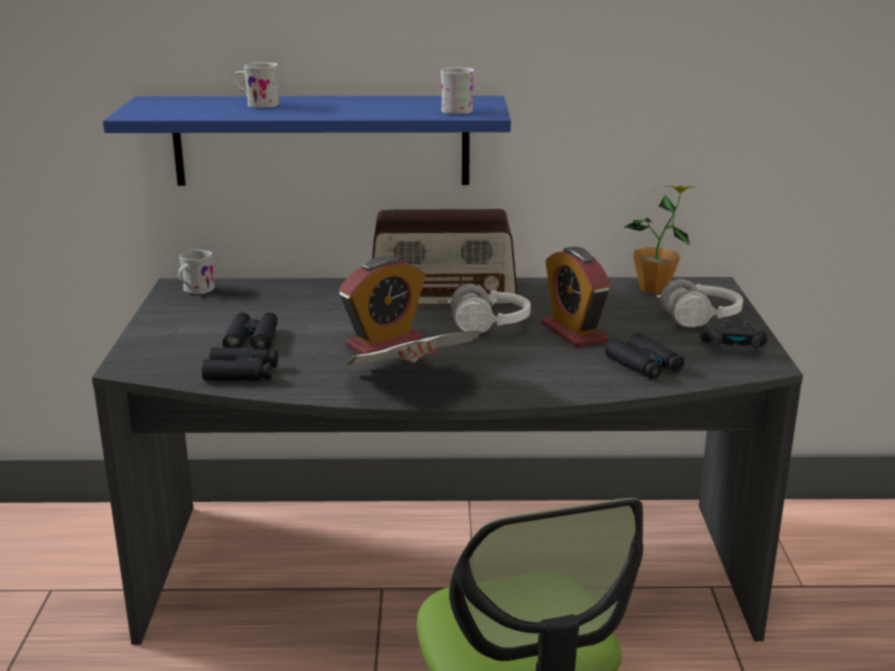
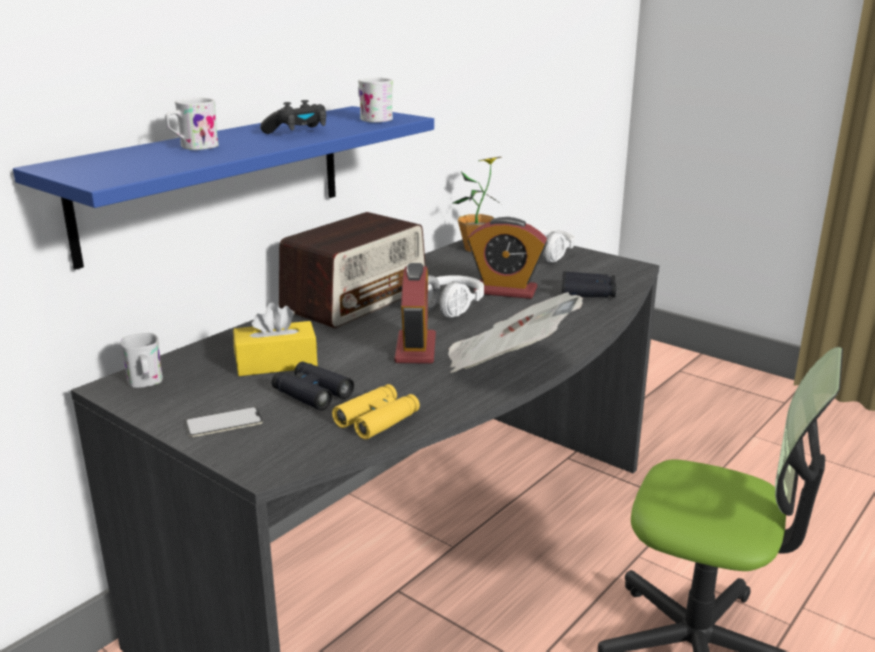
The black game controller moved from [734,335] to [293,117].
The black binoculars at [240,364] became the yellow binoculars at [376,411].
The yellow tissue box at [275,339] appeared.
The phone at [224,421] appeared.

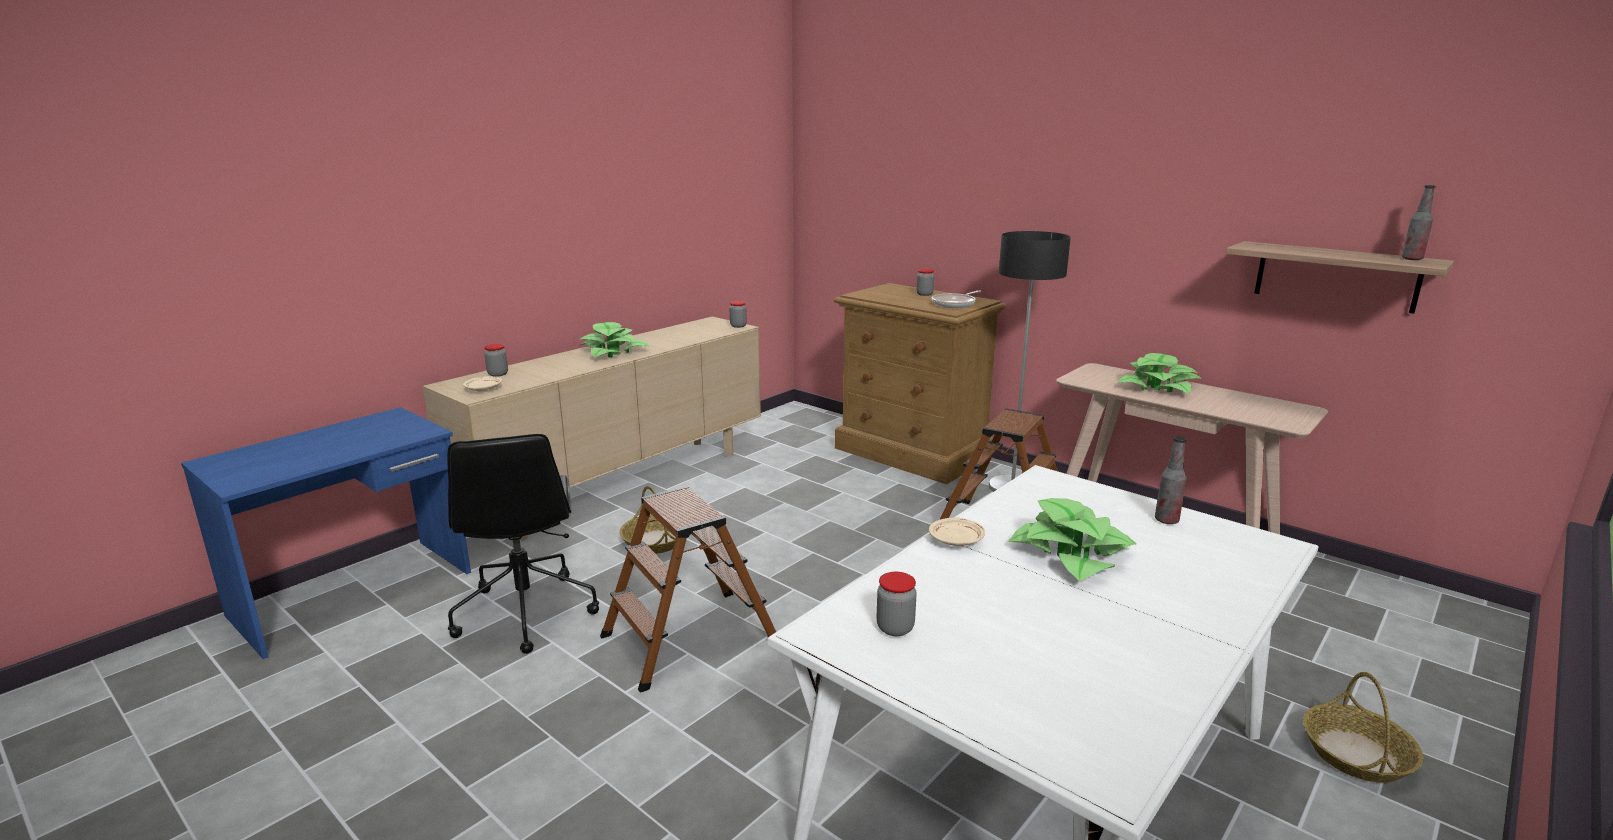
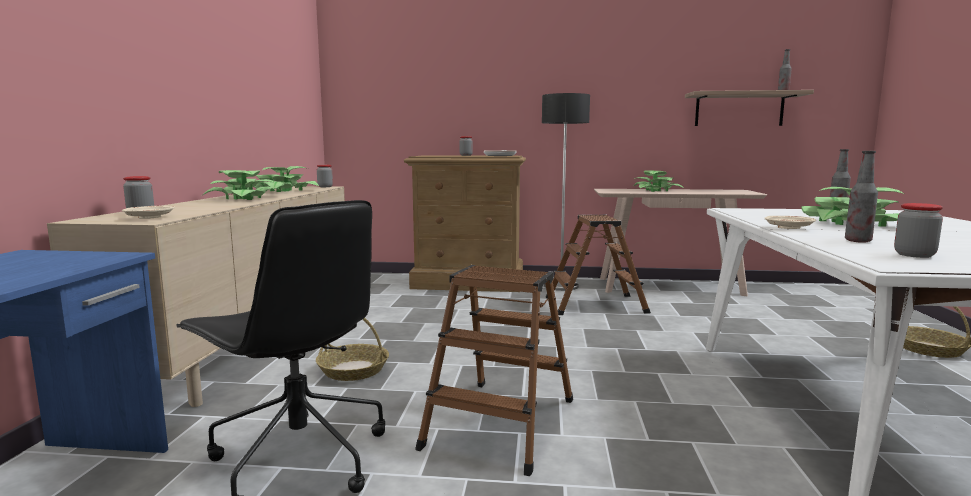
The bottle at [861,197] appeared.
The potted plant at [286,179] appeared.

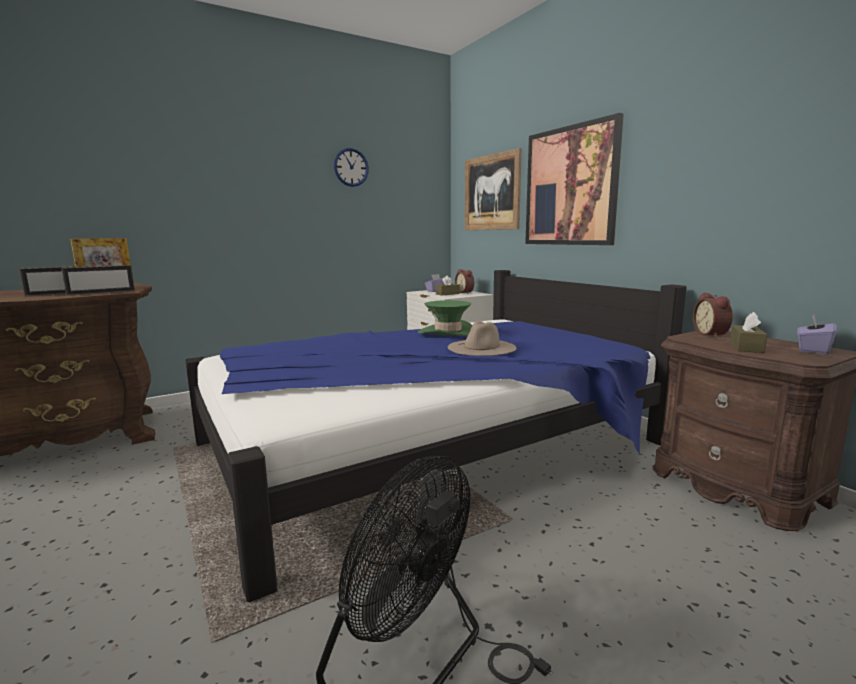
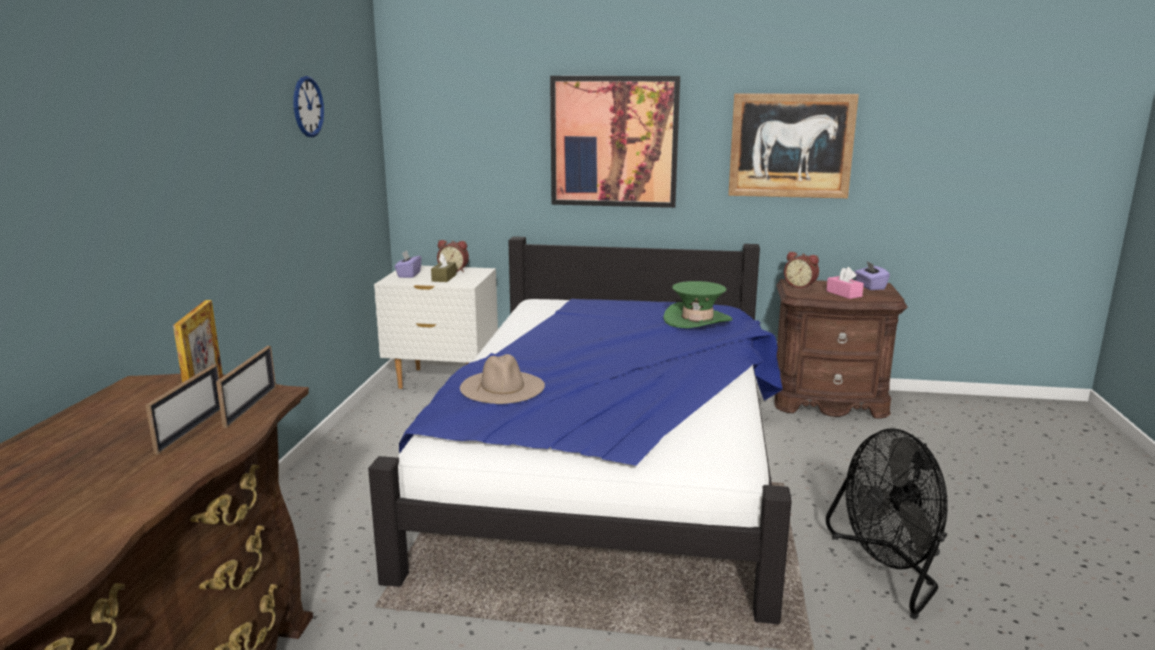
The picture moved from [493,189] to [793,145].
The green hat moved from [445,318] to [697,304].
The brown tissue box at [748,332] became the pink tissue box at [845,283].
The beige hat moved from [482,338] to [502,379].

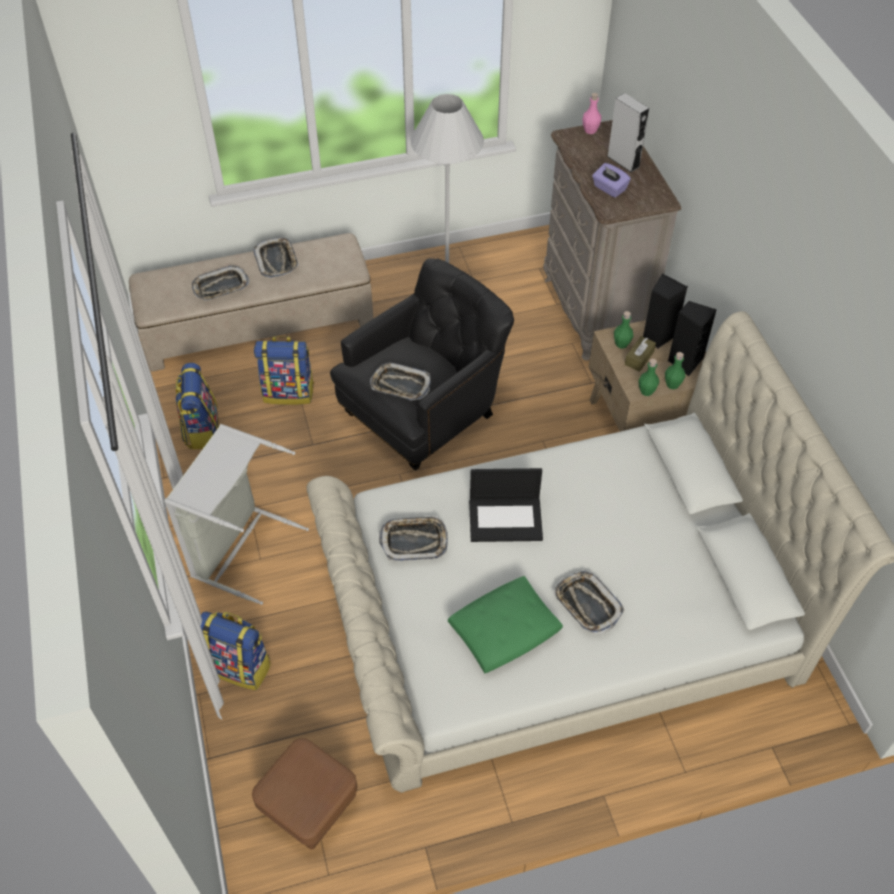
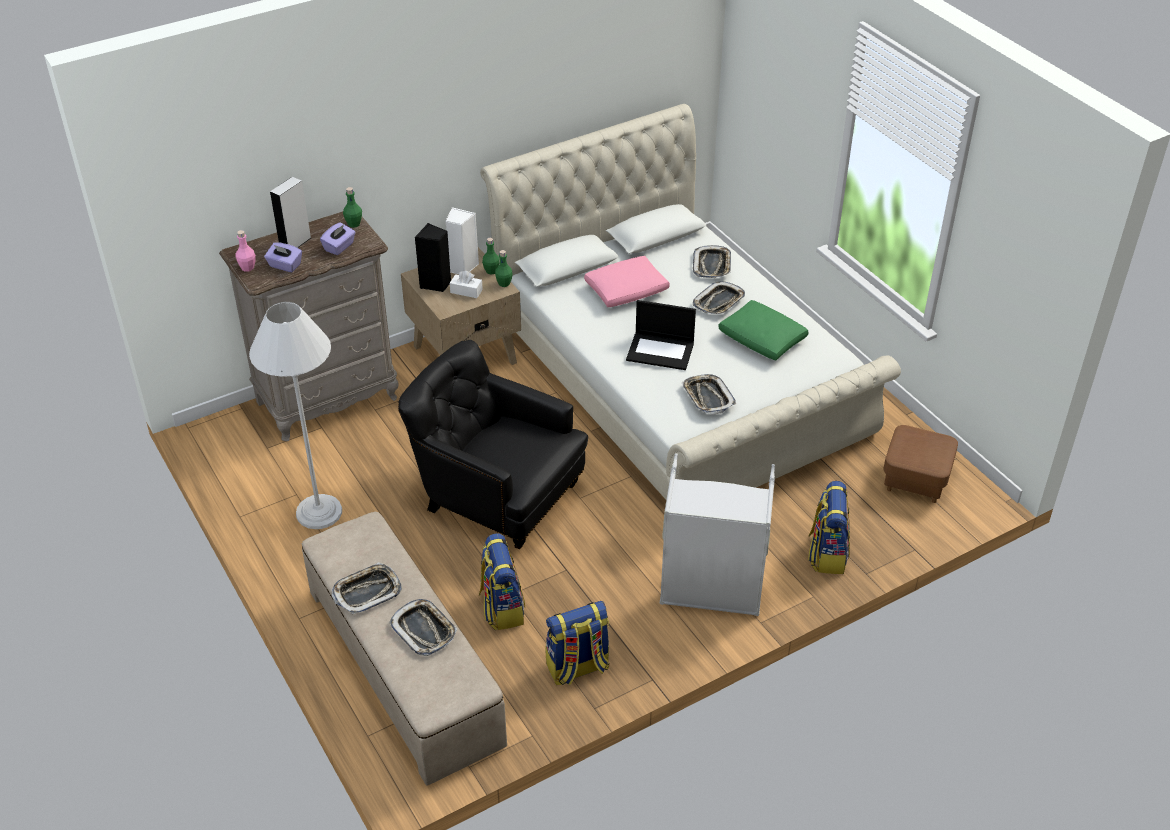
The black speaker at [692,338] became the white speaker at [462,240].
The green bottle moved from [623,330] to [352,207].
The brown tissue box at [640,354] became the white tissue box at [466,284].
The tray moved from [400,381] to [712,261].
The laptop at [506,505] turned 120 degrees clockwise.
The purple tissue box at [283,257] appeared.
The pink pillow at [627,281] appeared.

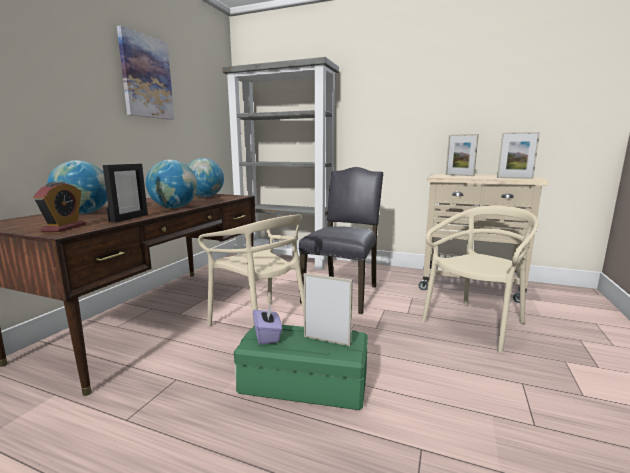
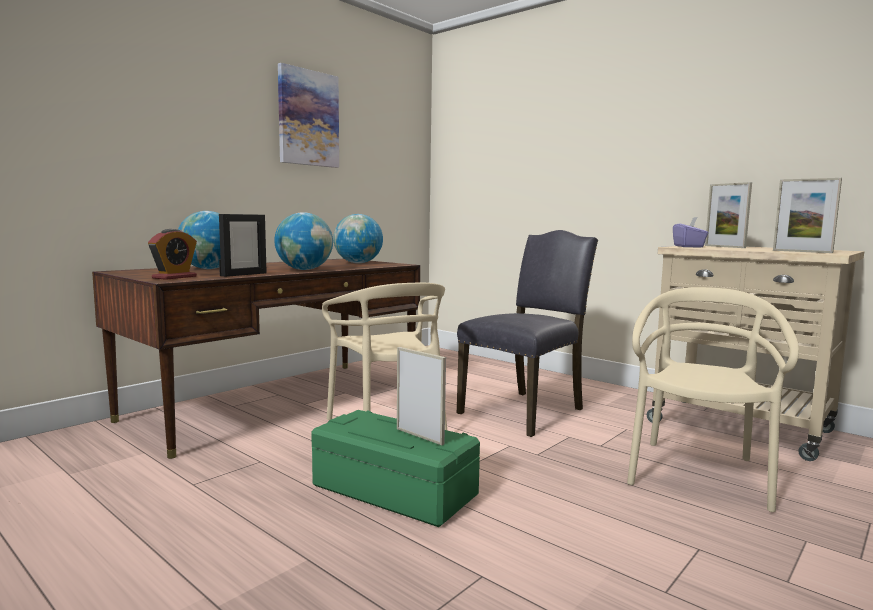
The grey bookcase at [280,163] disappeared.
The beige chair at [480,279] turned 45 degrees counterclockwise.
The purple tissue box moved from [267,325] to [691,232].

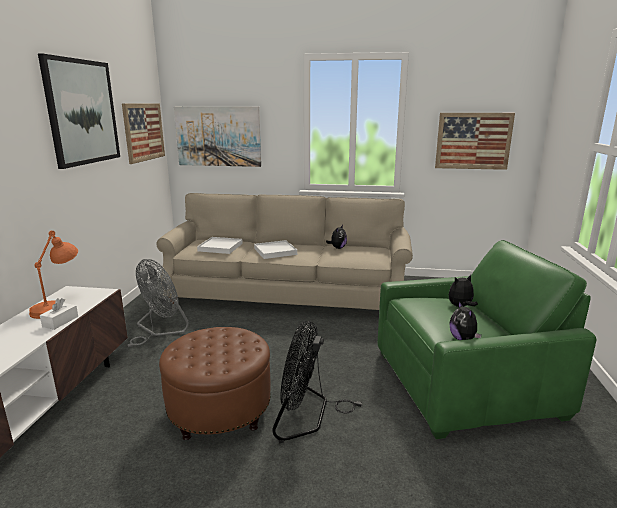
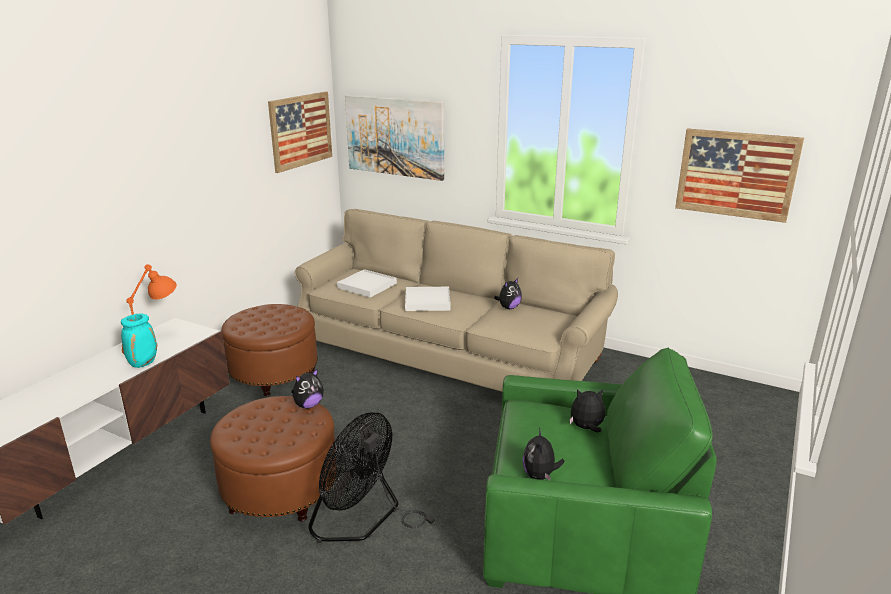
The picture at [79,111] disappeared.
The grey fan at [158,303] was replaced by the brown ottoman at [269,350].
The white tissue box at [59,314] was replaced by the turquoise vase at [139,341].
The plush toy at [307,388] appeared.

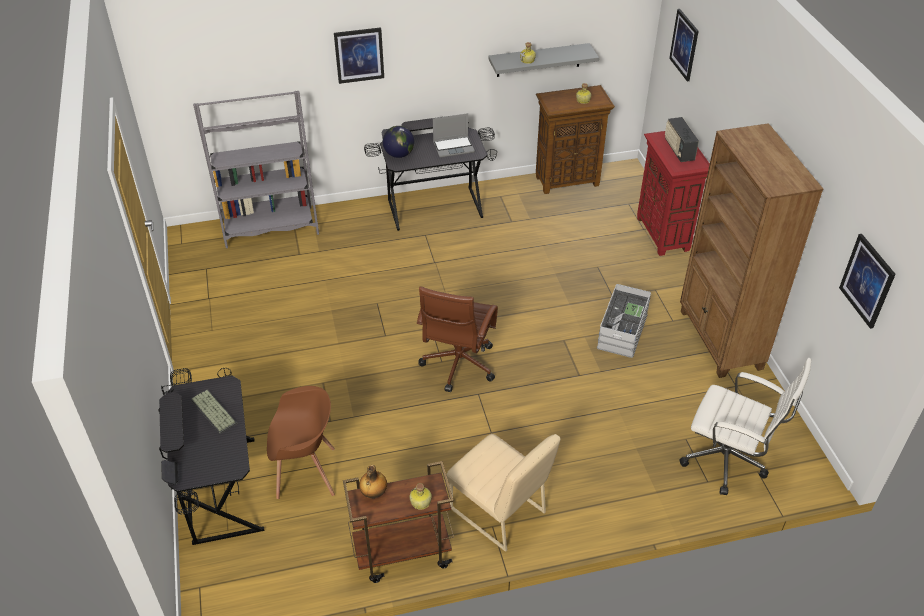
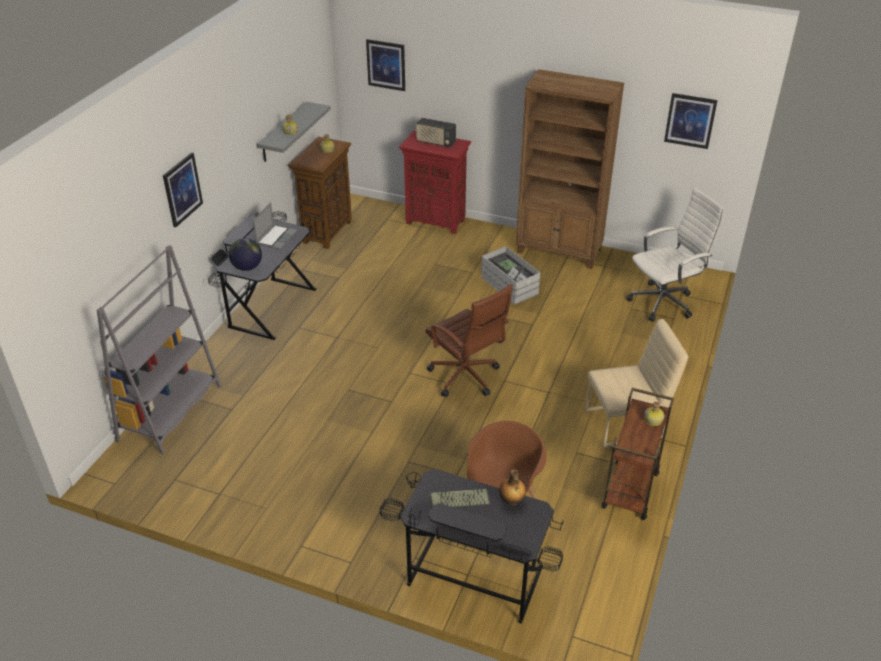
The bottle moved from [373,482] to [512,487].

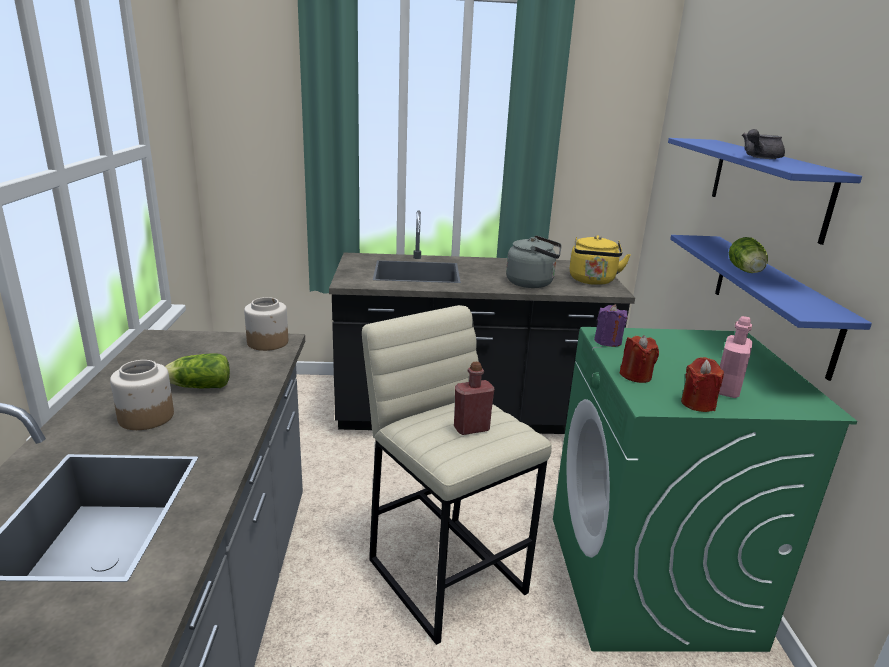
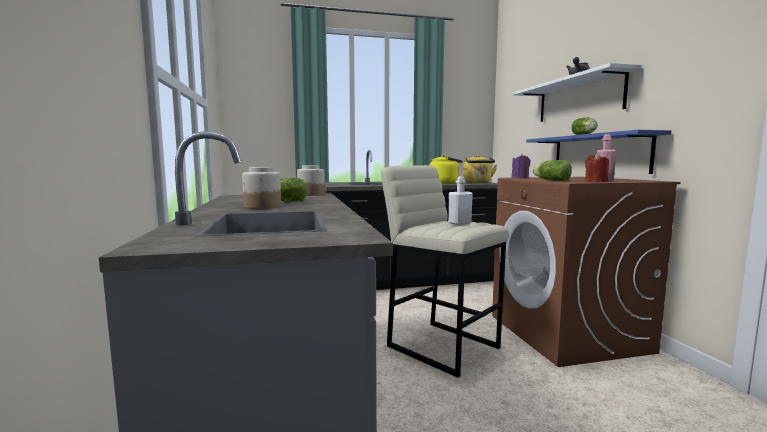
The blue shelf at [765,191] became the white shelf at [577,92].
The grey kettle at [534,261] became the yellow kettle at [446,169].
The green washing machine at [705,489] became the brown washing machine at [586,272].
The red candle at [639,359] was replaced by the lettuce at [552,170].
The red bottle at [474,398] became the white bottle at [460,200].

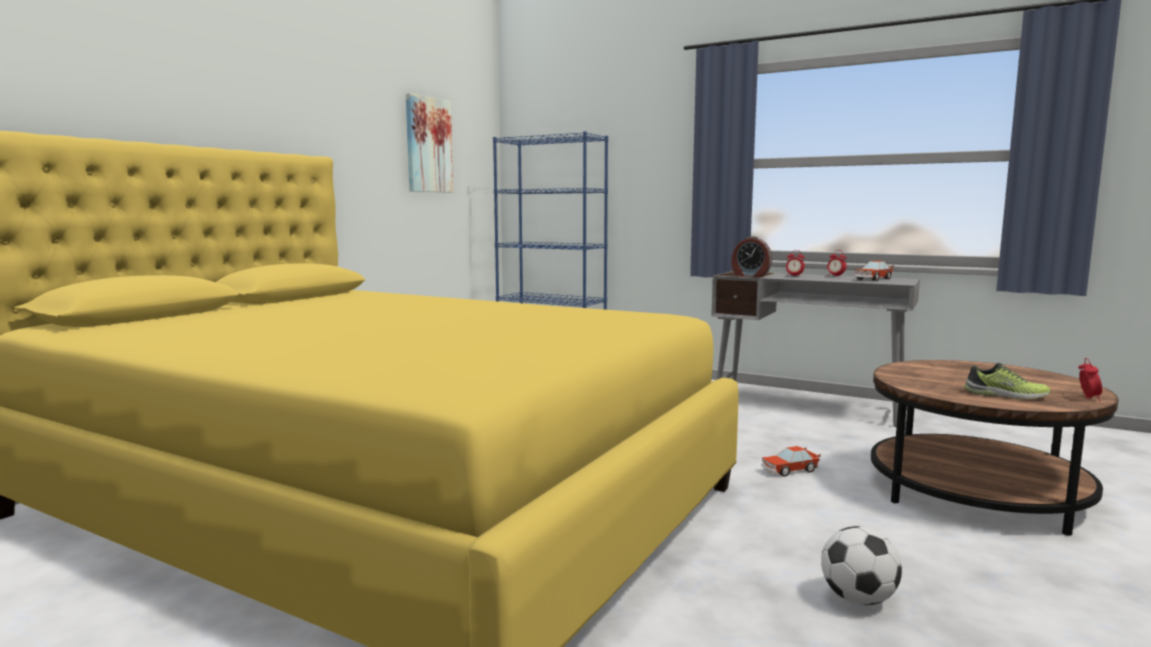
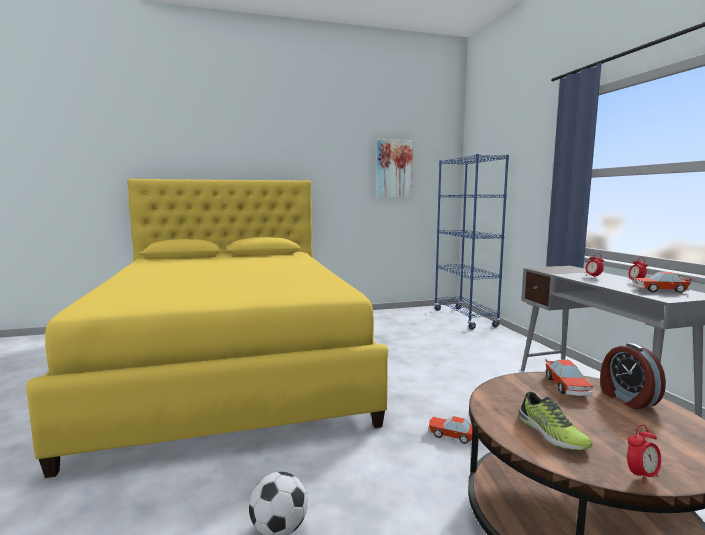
The alarm clock moved from [751,256] to [633,376].
The toy car at [569,377] appeared.

